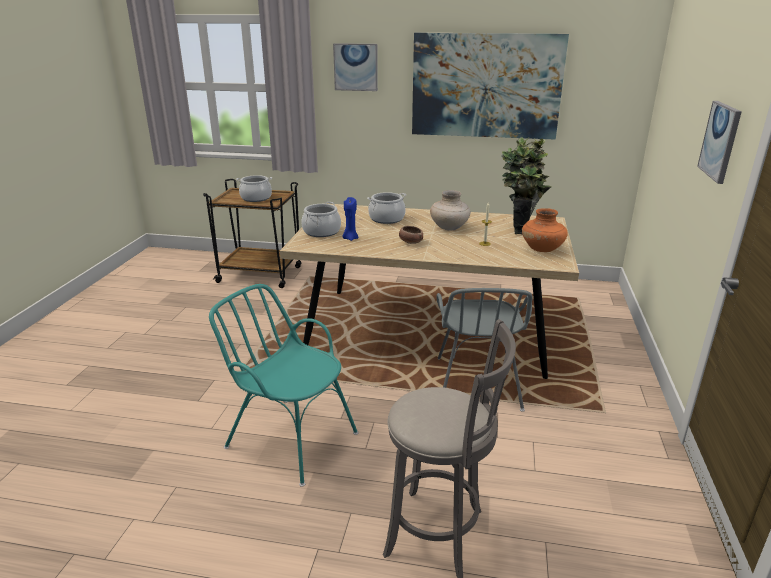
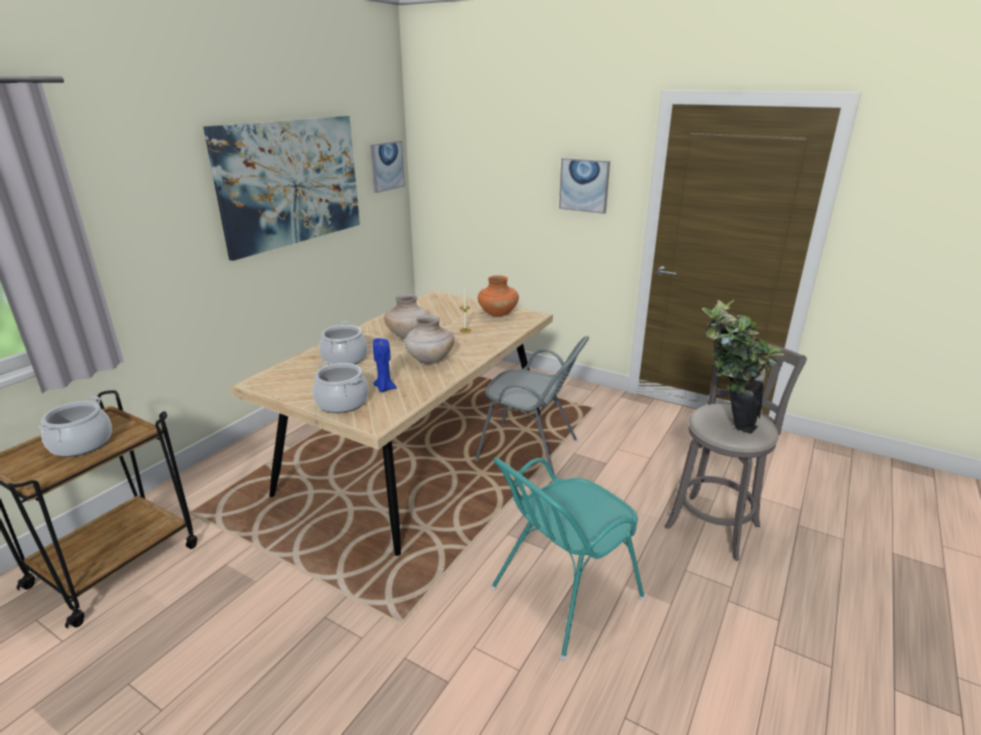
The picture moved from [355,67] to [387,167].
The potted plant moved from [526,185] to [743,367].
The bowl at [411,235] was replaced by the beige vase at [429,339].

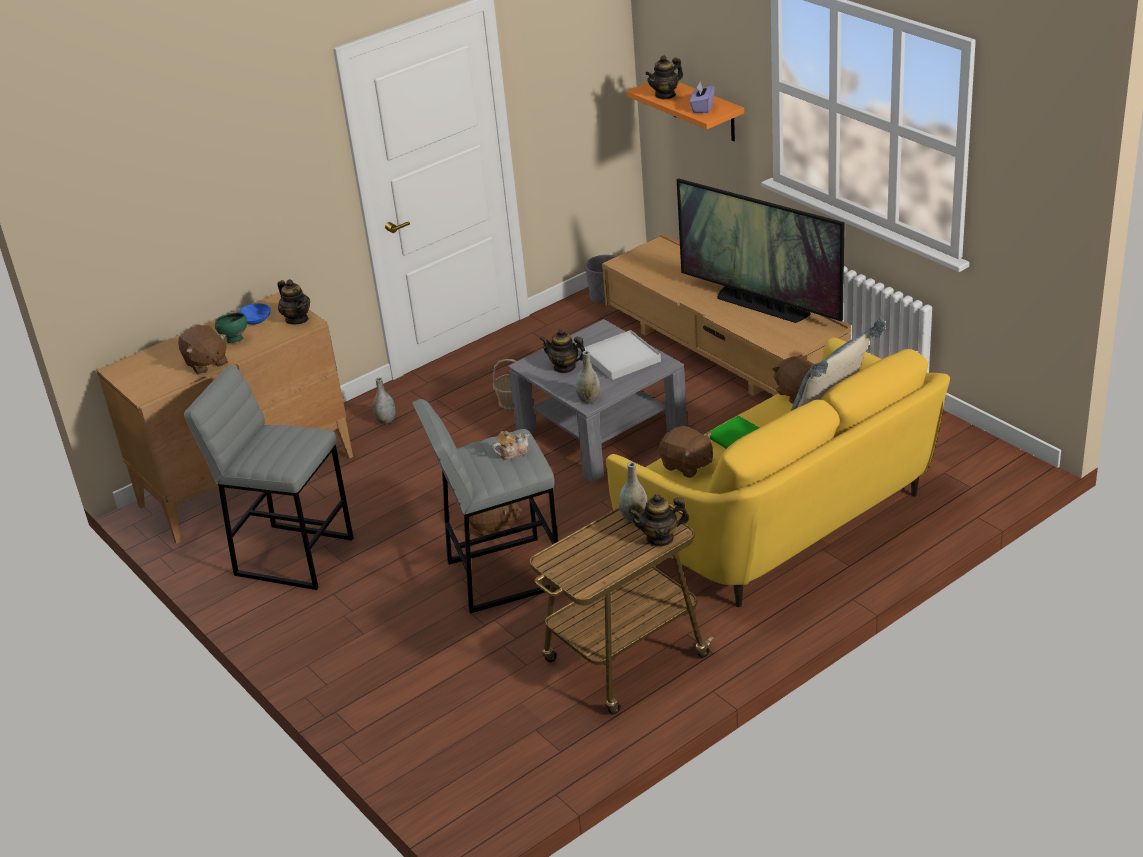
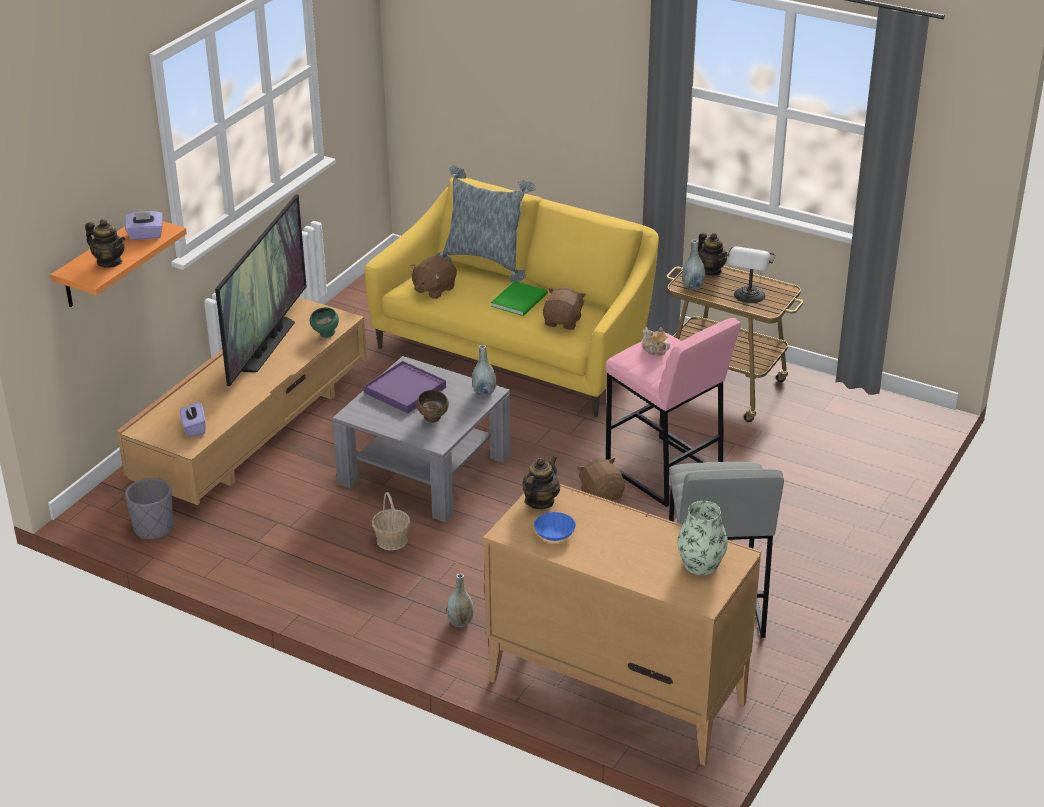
The green bowl moved from [231,328] to [324,322].
The brown plush toy at [203,350] disappeared.
The teapot at [562,351] was replaced by the brown bowl at [432,406].
The white tray at [622,355] became the purple tray at [405,387].
The grey stool at [485,506] became the pink stool at [673,412].
The table lamp at [751,274] appeared.
The purple tissue box at [193,419] appeared.
The vase at [702,538] appeared.

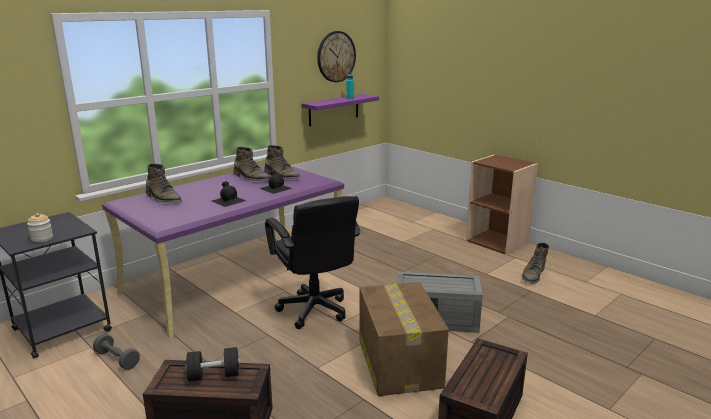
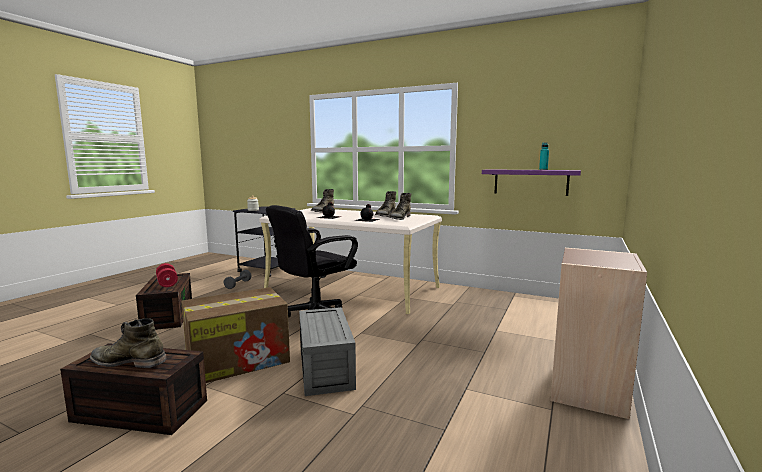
The wall clock at [336,56] disappeared.
The purple desk at [223,252] became the beige desk at [350,261].
The green boot moved from [535,263] to [128,343].
The black dumbbell at [213,364] became the red dumbbell at [167,275].

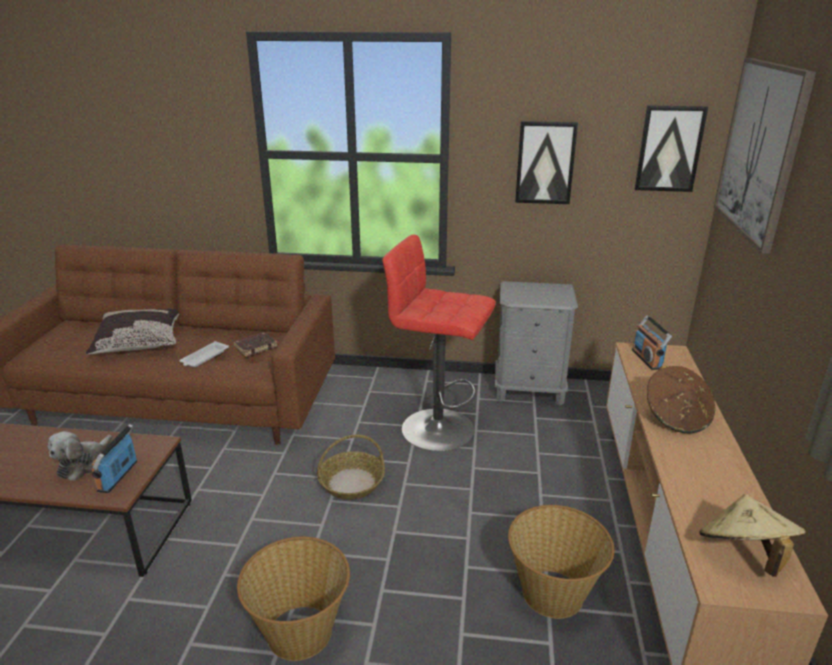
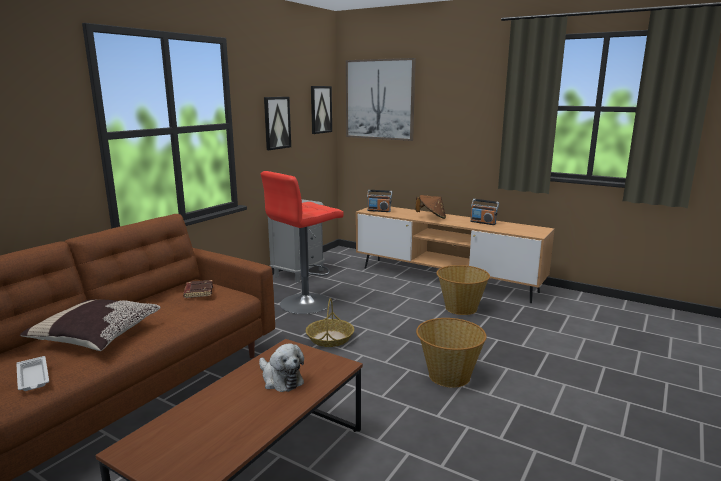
The white tray moved from [204,354] to [32,373].
The radio moved from [114,458] to [484,212].
The beige hat at [752,535] disappeared.

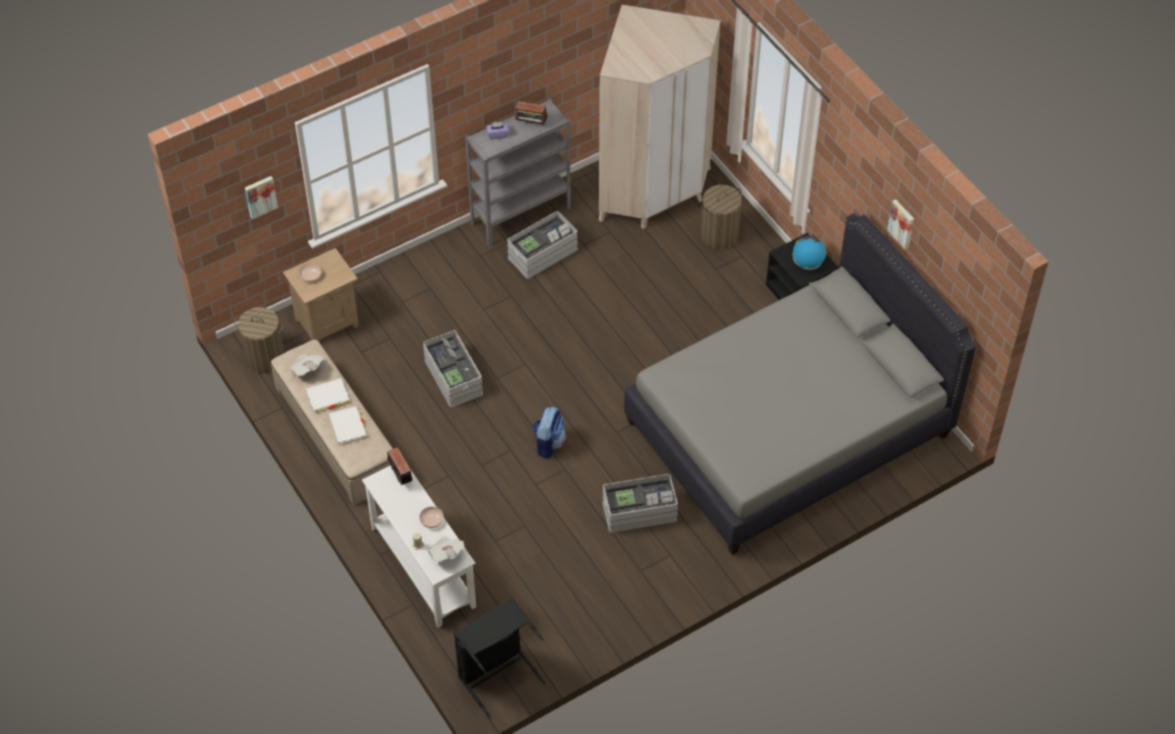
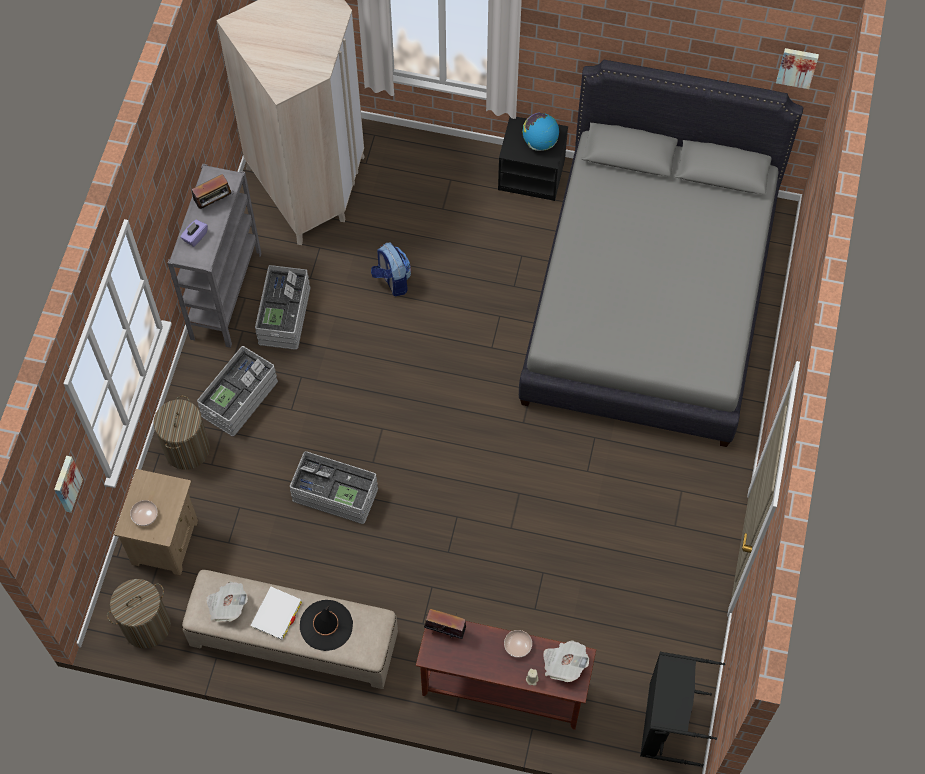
The laundry basket moved from [721,217] to [181,432].
The picture moved from [900,224] to [797,68].
The white book at [348,425] was replaced by the black hat at [326,625].
The backpack moved from [549,433] to [391,269].
The white console table at [419,547] became the brown console table at [506,675].
The grey storage box moved from [640,503] to [237,391].

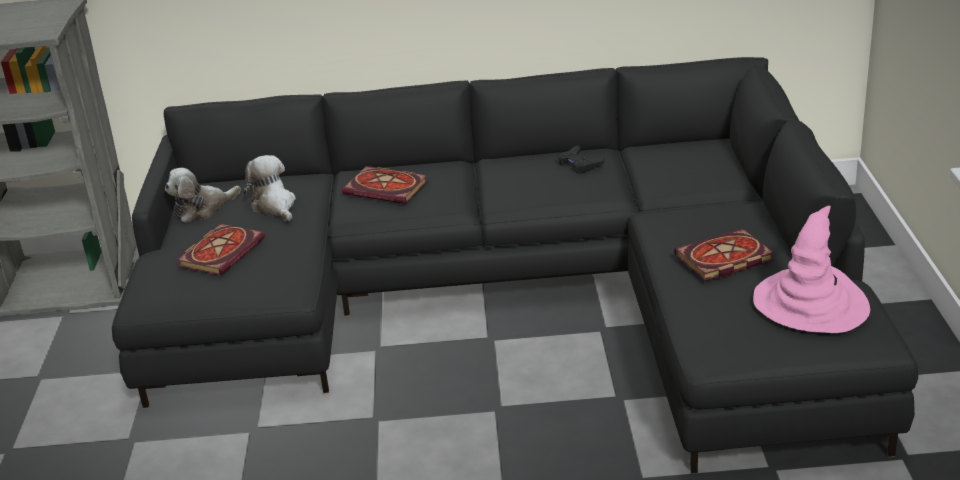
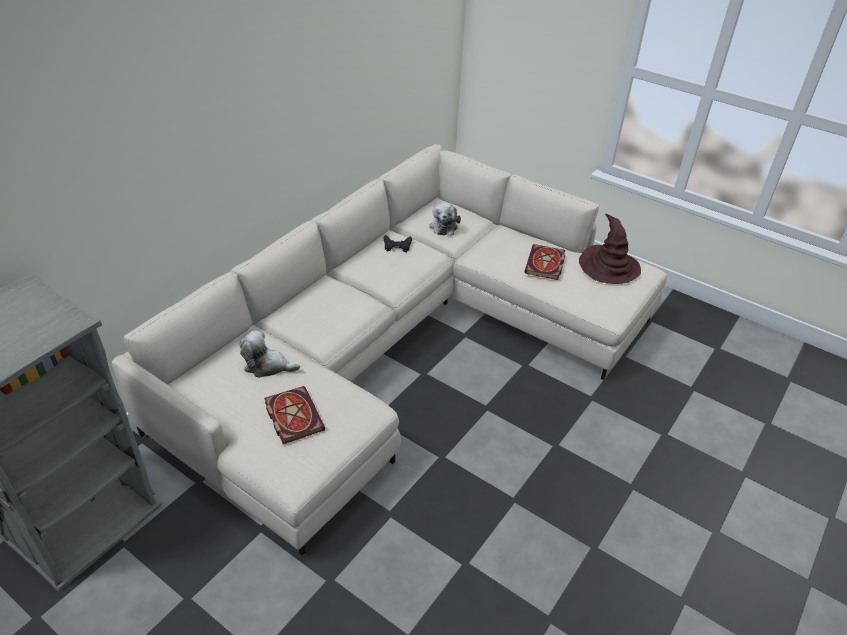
The black sofa at [515,265] became the beige sofa at [389,350].
The book at [385,185] disappeared.
The plush toy moved from [203,195] to [445,219].
The pink hat at [811,269] became the brown hat at [610,249].

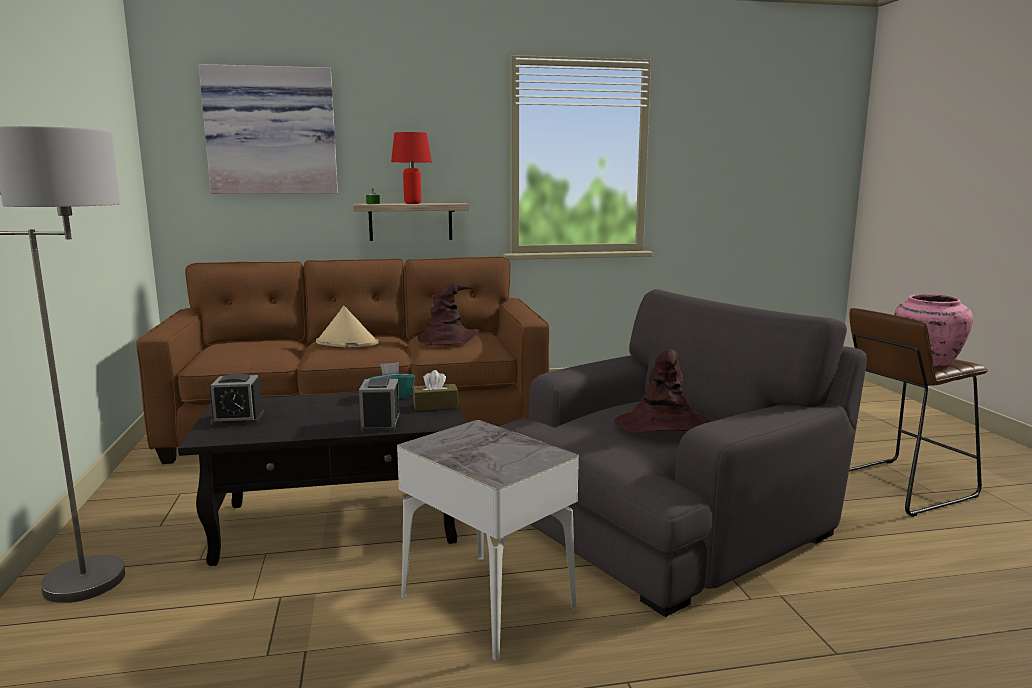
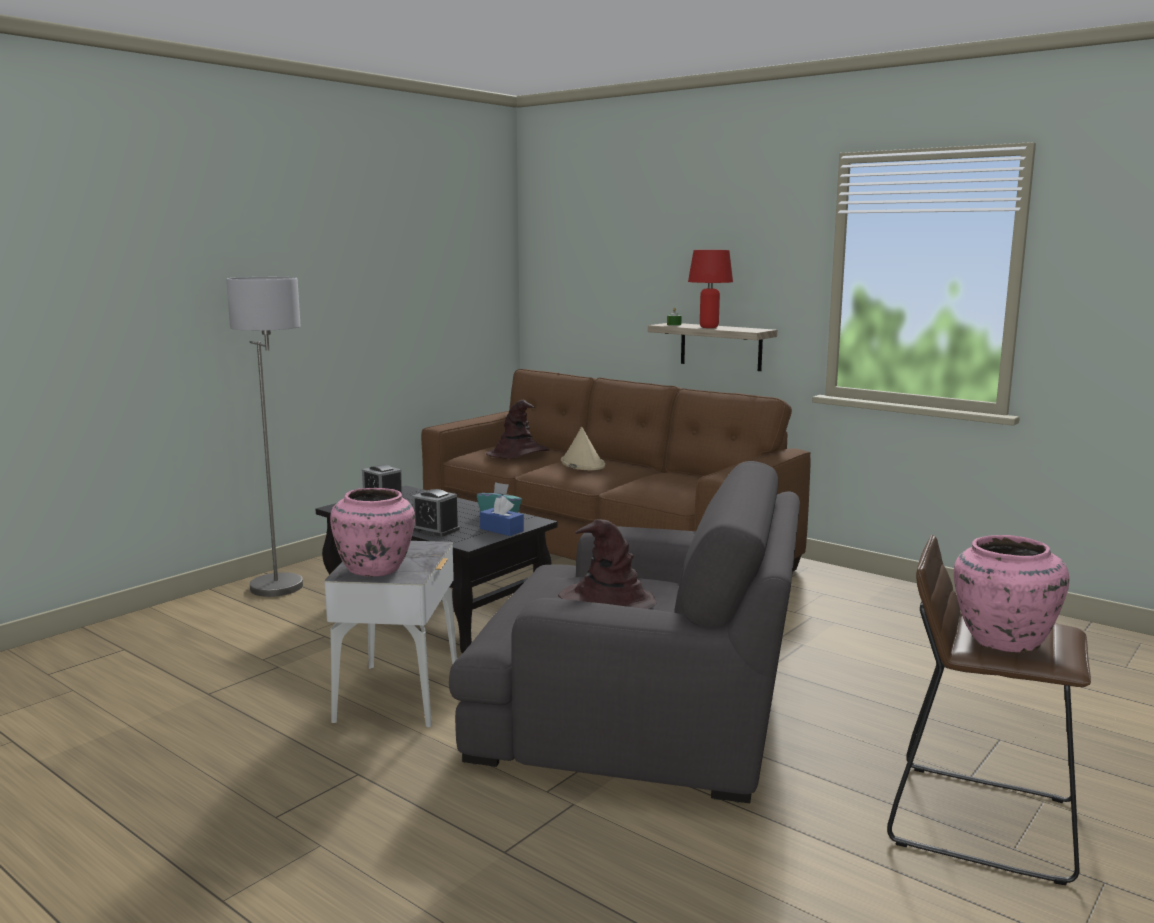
The picture at [268,129] disappeared.
The brown hat moved from [448,314] to [518,429].
The brown tissue box at [435,390] became the blue tissue box at [502,516].
The alarm clock at [379,405] turned 105 degrees counterclockwise.
The pink vase at [372,532] appeared.

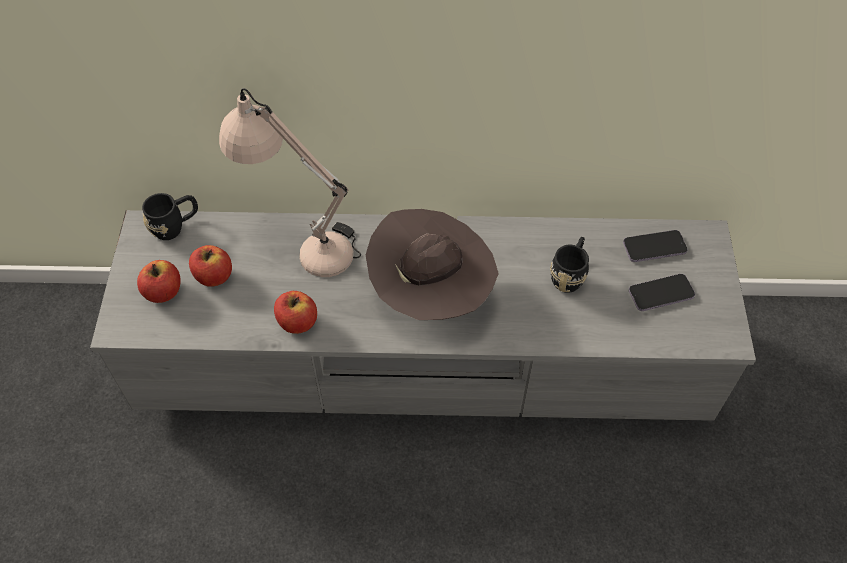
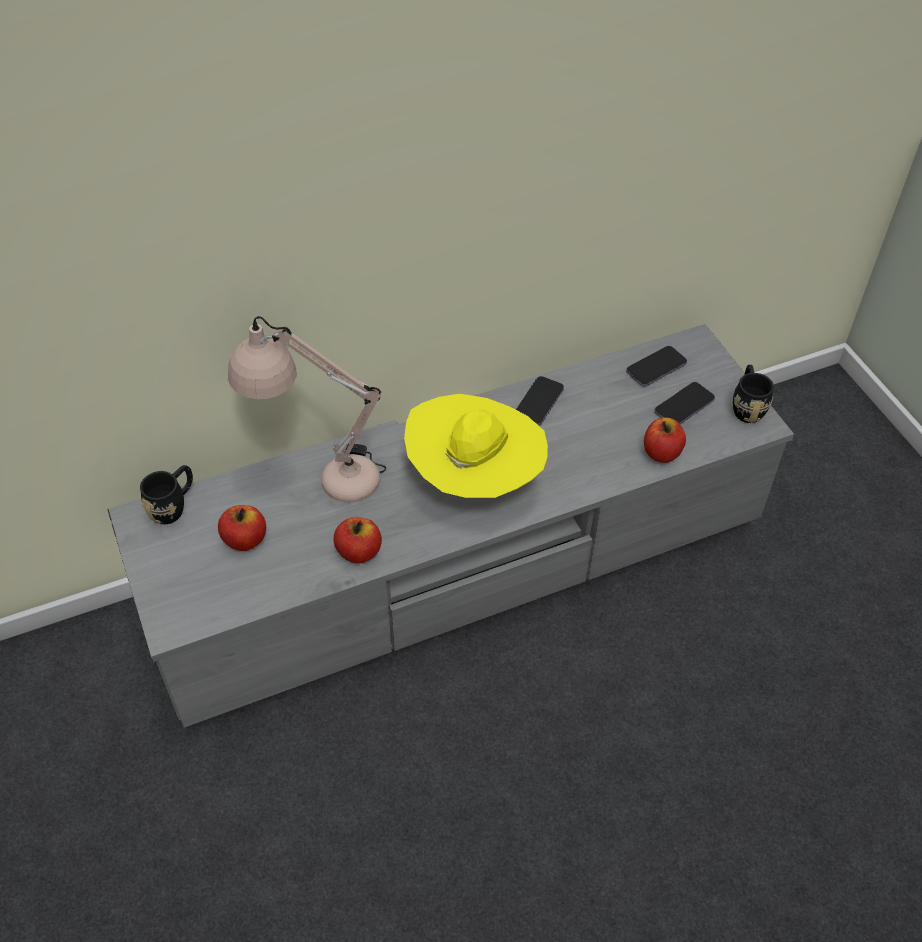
The brown hat at [432,264] became the yellow hat at [476,446].
The black mug moved from [569,265] to [753,394].
The apple moved from [159,281] to [665,440].
The phone at [540,401] appeared.

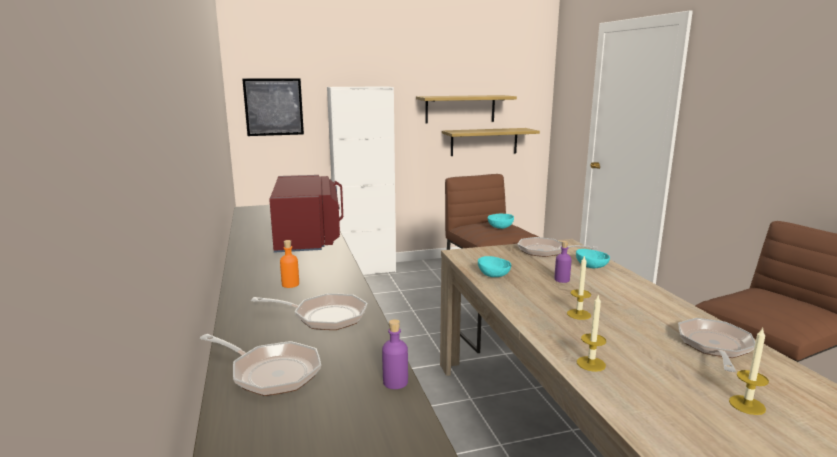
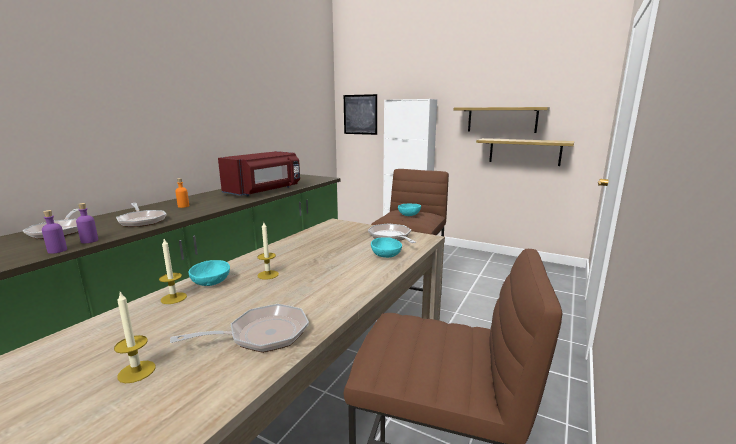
The purple bottle moved from [563,262] to [87,223].
The turquoise bowl moved from [494,266] to [209,273].

